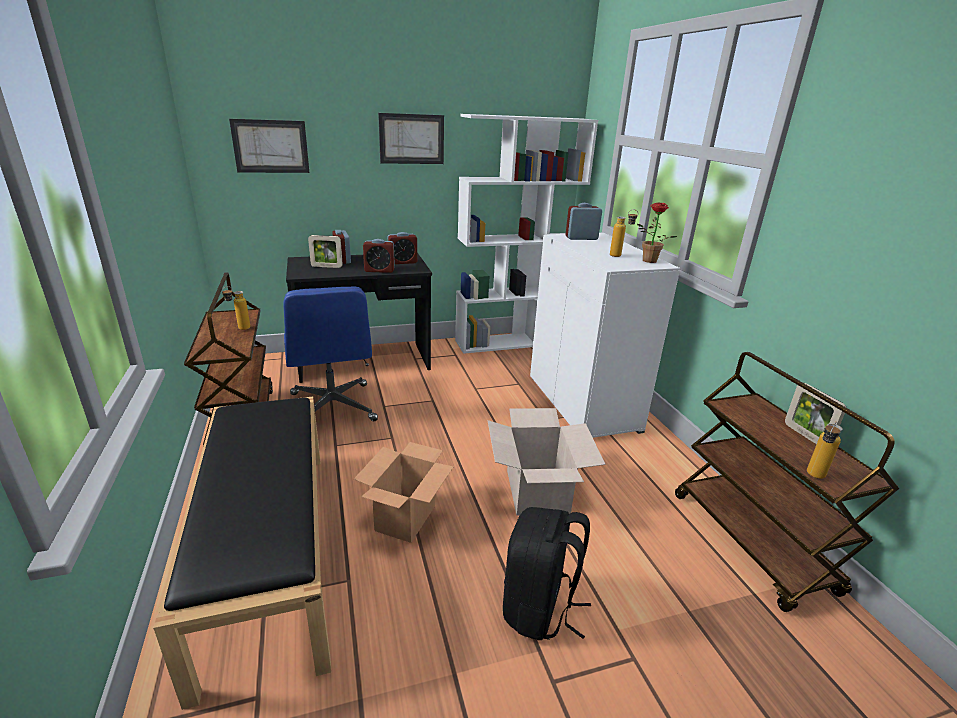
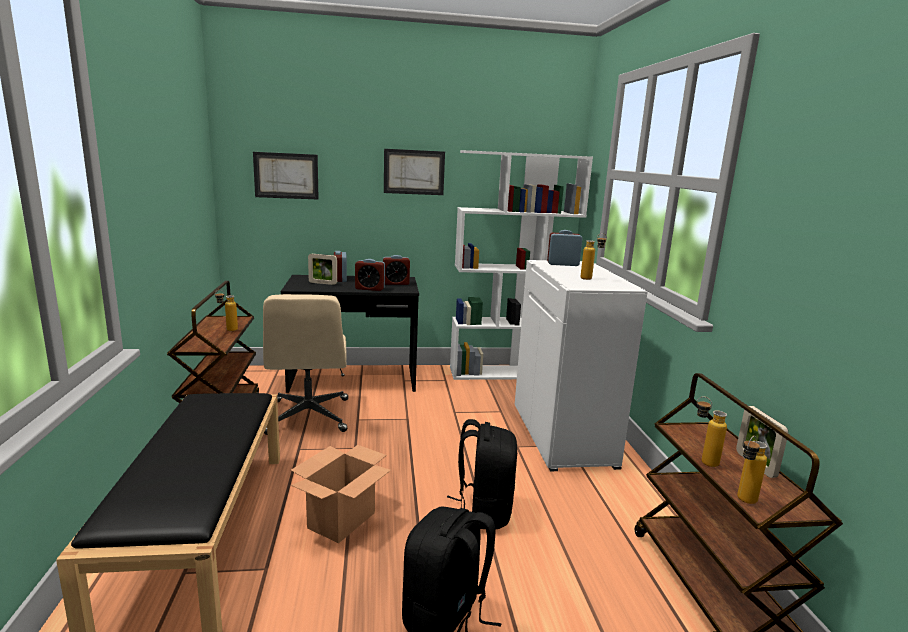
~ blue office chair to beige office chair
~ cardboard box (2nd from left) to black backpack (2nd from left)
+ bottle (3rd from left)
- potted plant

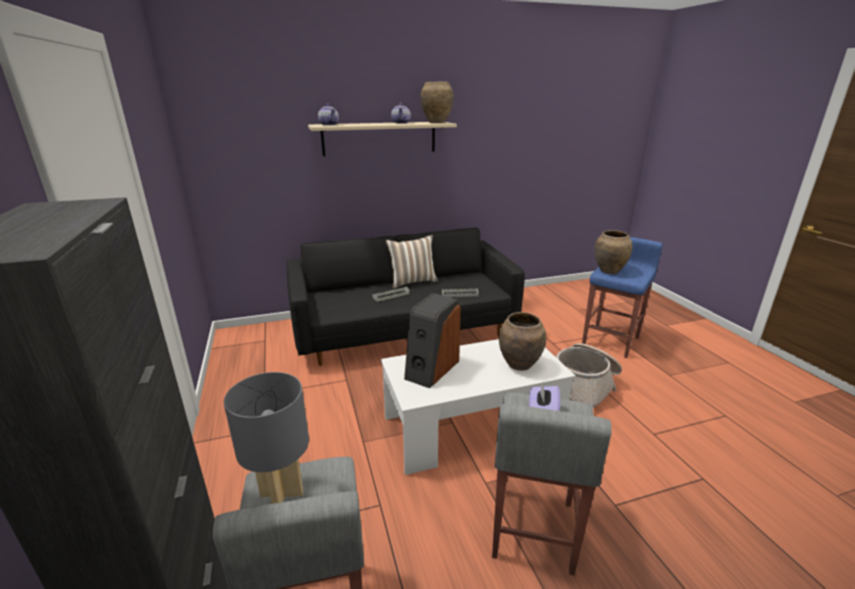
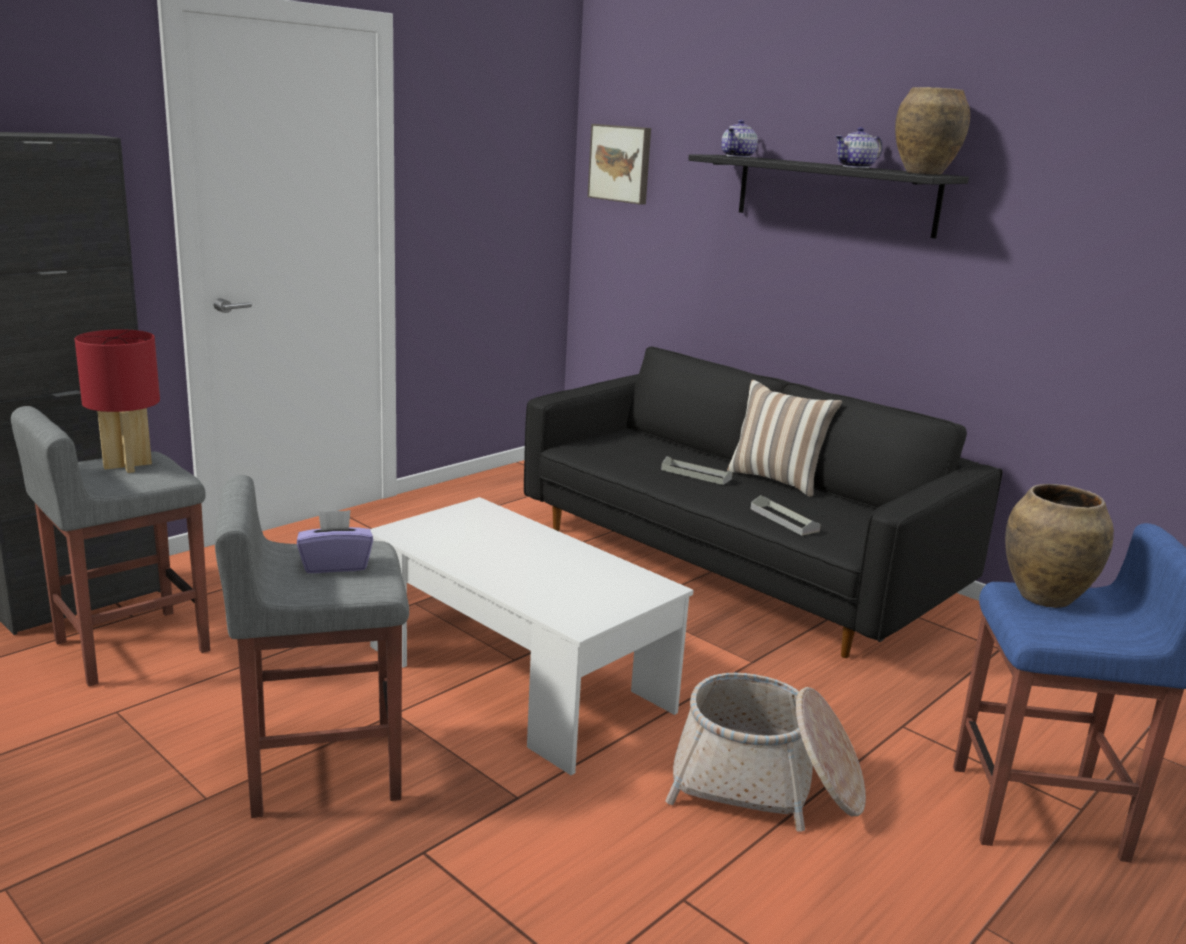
~ grey table lamp to red table lamp
+ picture
~ beige shelf to black shelf
- speaker
- brown vase (2nd from left)

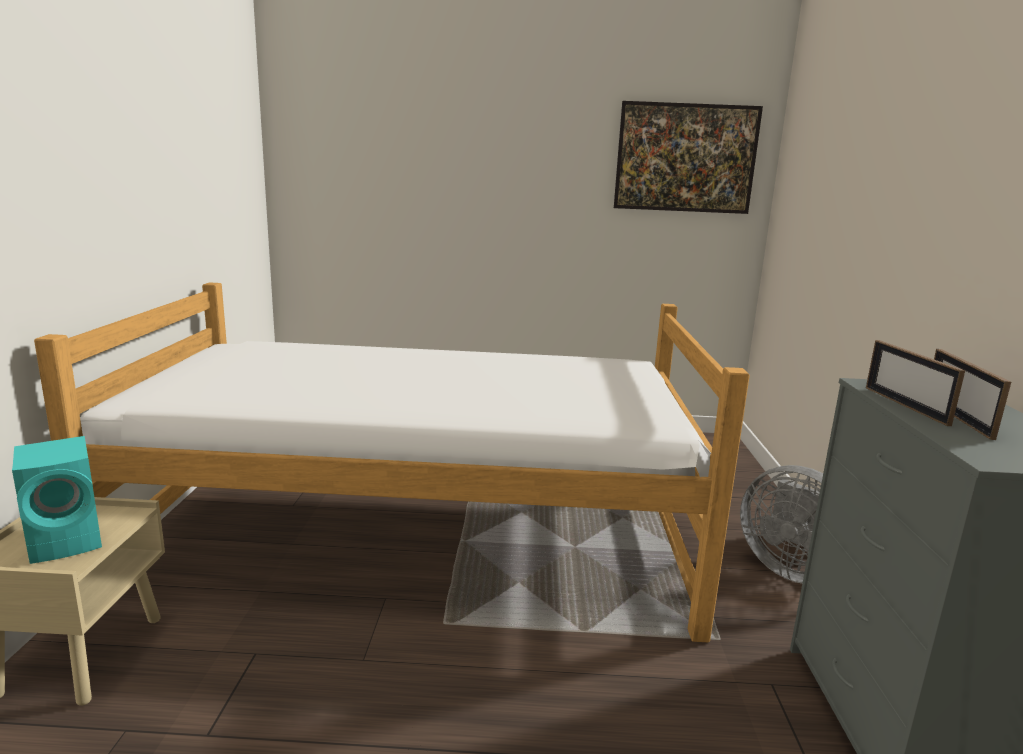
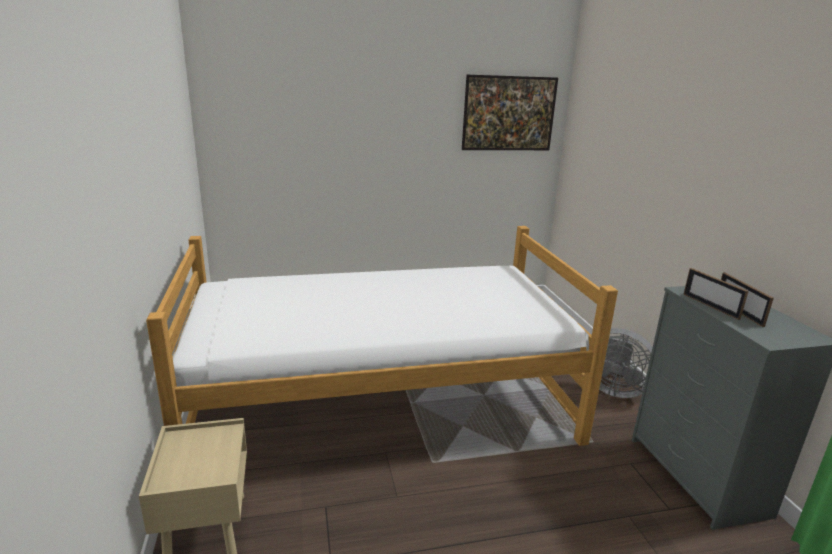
- turquoise speaker

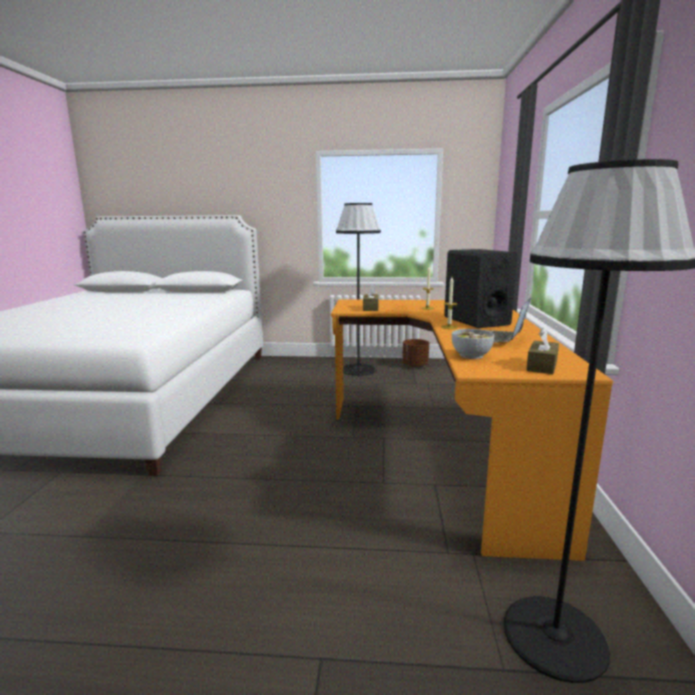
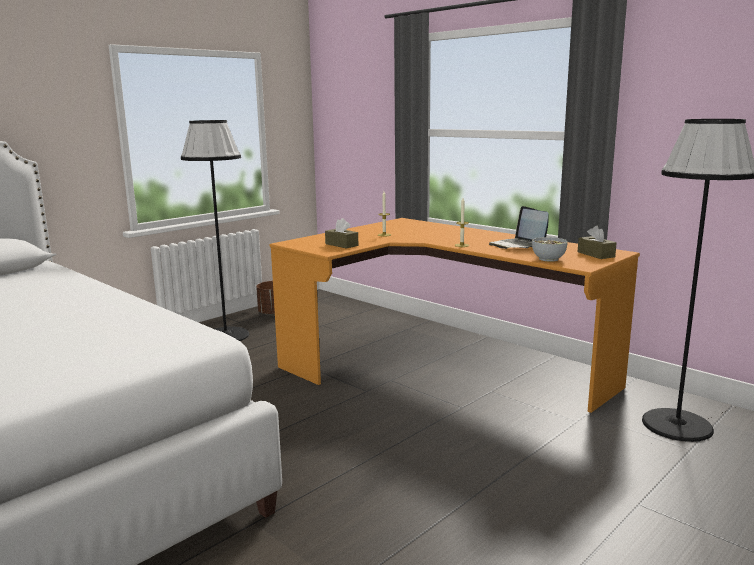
- black speaker

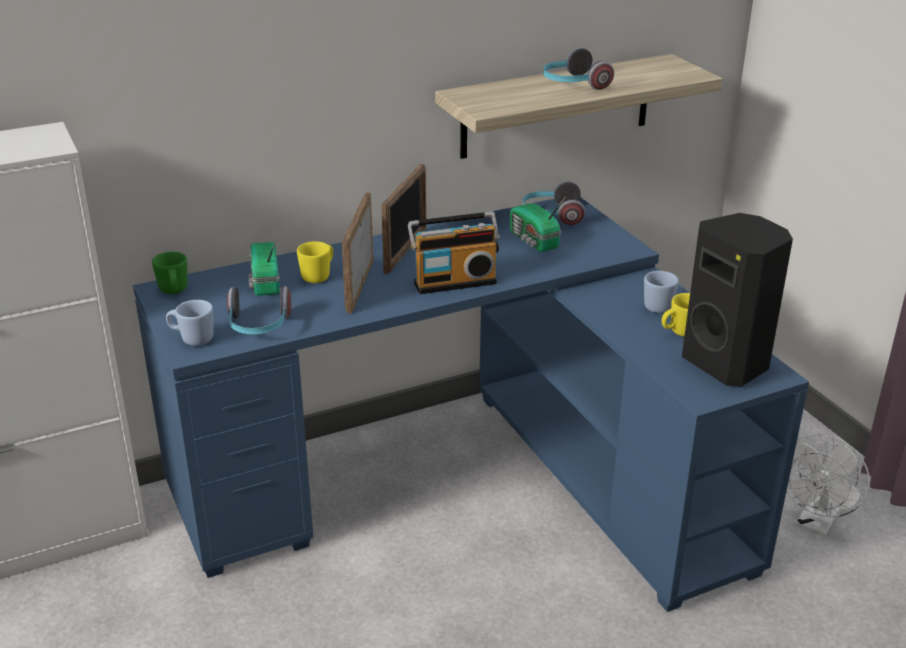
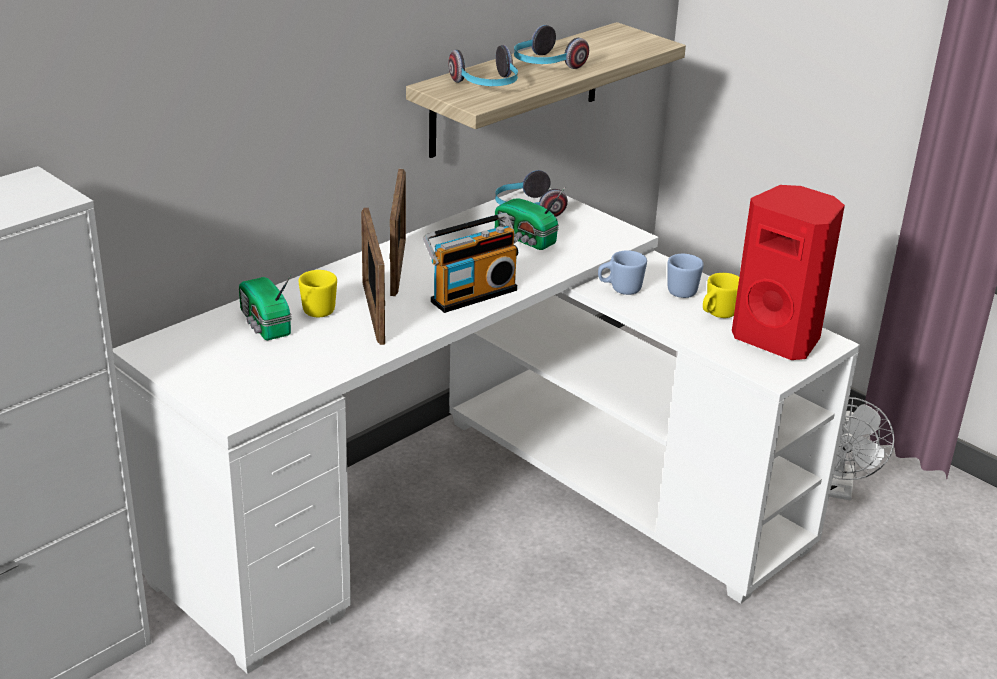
~ blue desk to white desk
~ headphones (1st from left)
~ blue mug (1st from left)
~ black speaker to red speaker
- green mug

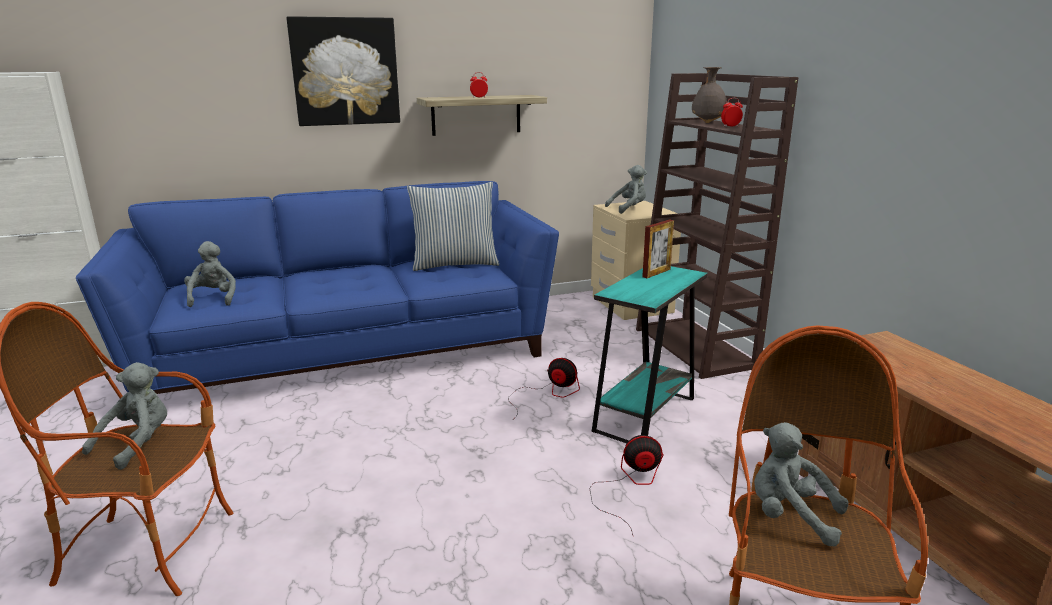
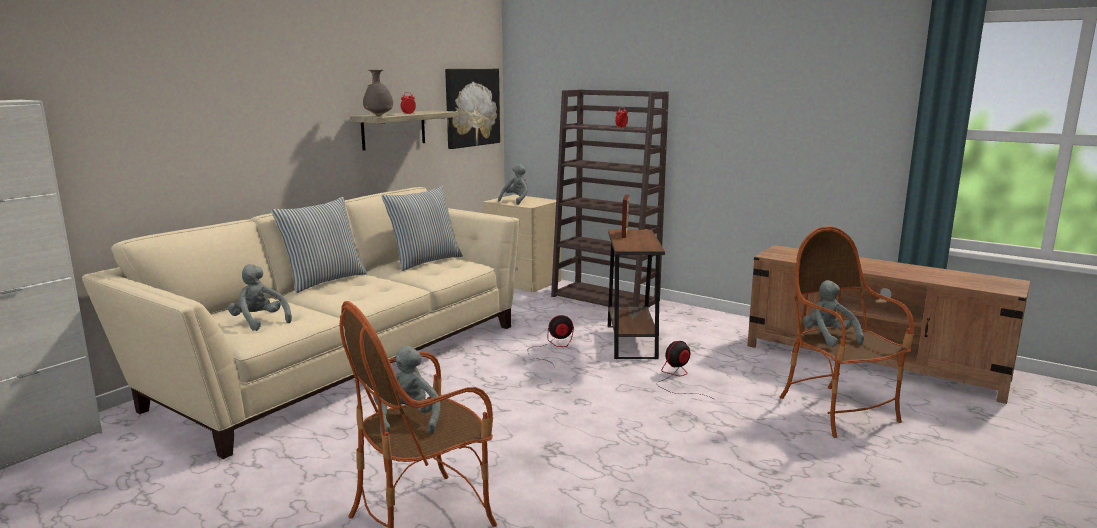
~ blue sofa to beige sofa
+ pillow (1st from left)
~ grey vase
~ picture
~ turquoise side table to brown side table
~ grey plush toy (4th from left) 75 degrees clockwise

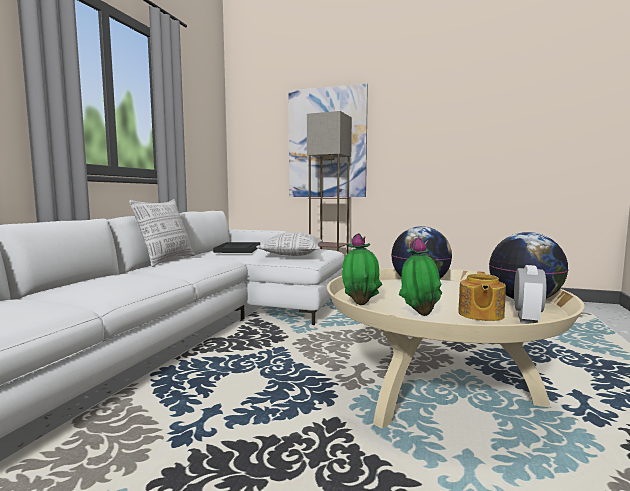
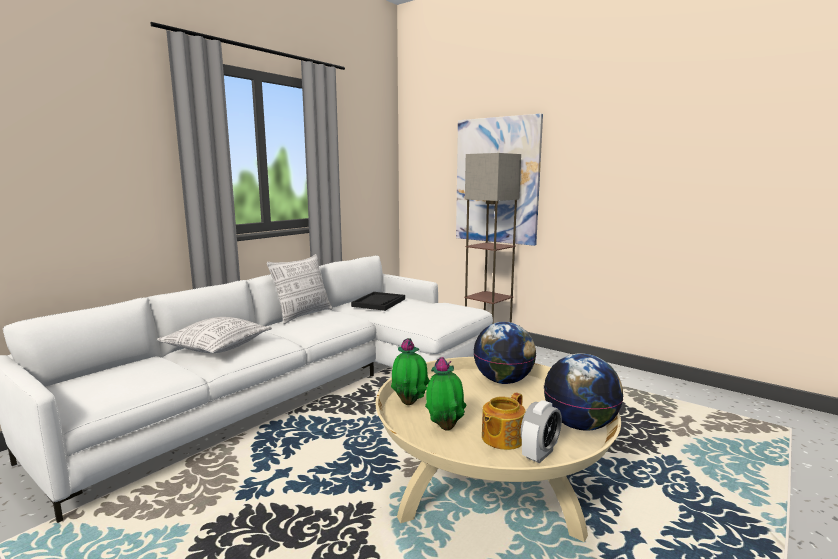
~ pillow (2nd from left in the first image) to pillow (1st from left)

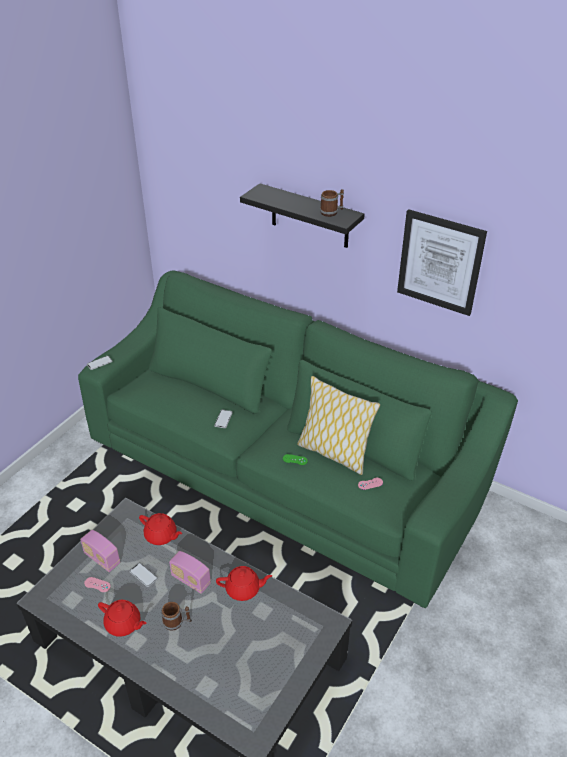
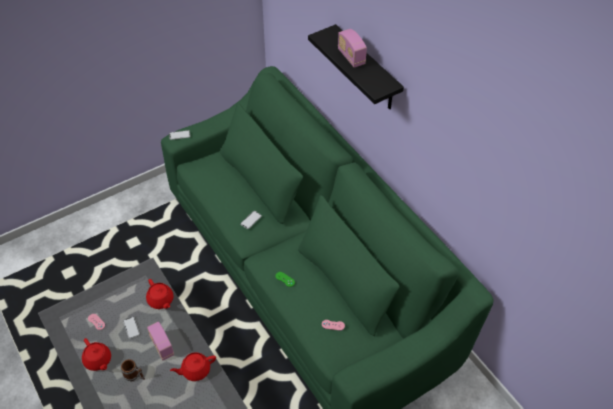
~ red teapot (3rd from left) 135 degrees clockwise
~ radio (1st from left in the first image) to radio (2nd from left)
- pillow
- mug (2nd from left)
- picture

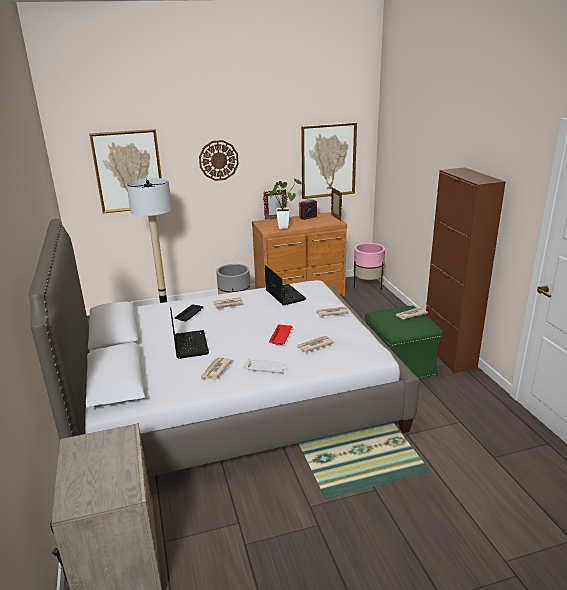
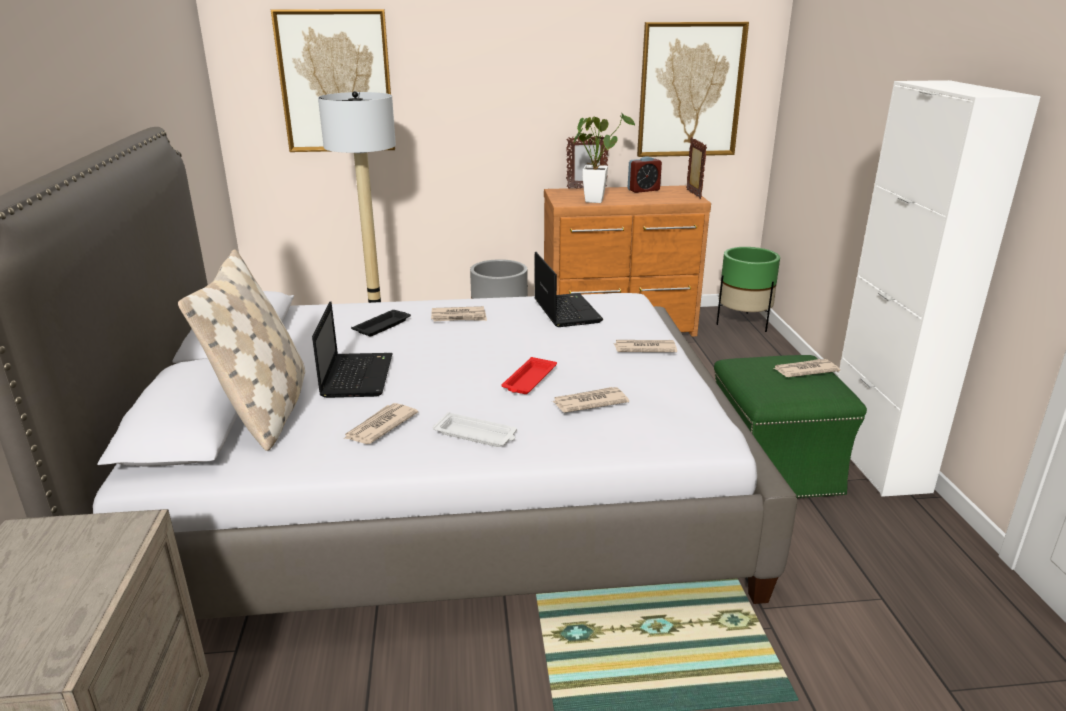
+ beige pillow
~ pink planter to green planter
~ brown cabinet to white cabinet
- wall clock

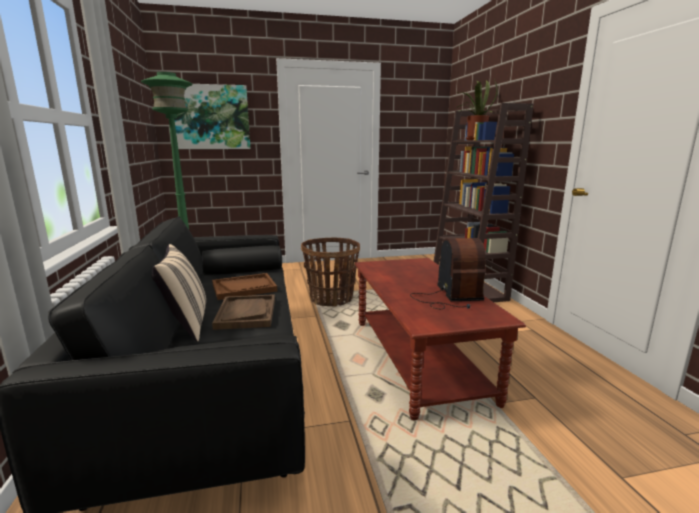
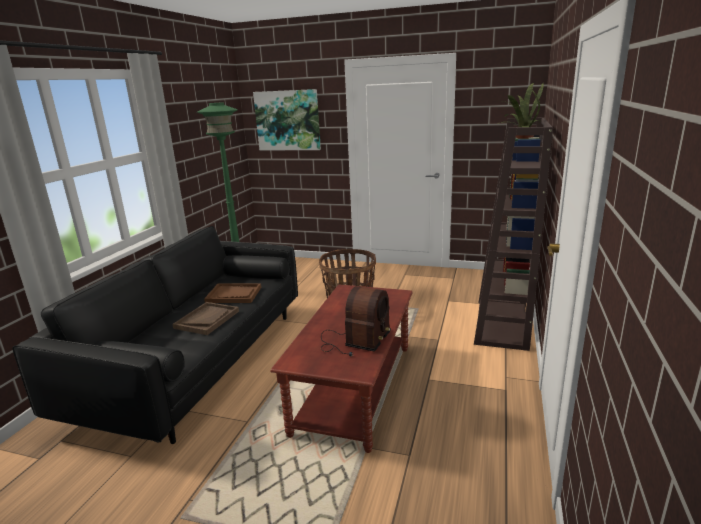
- beige pillow

